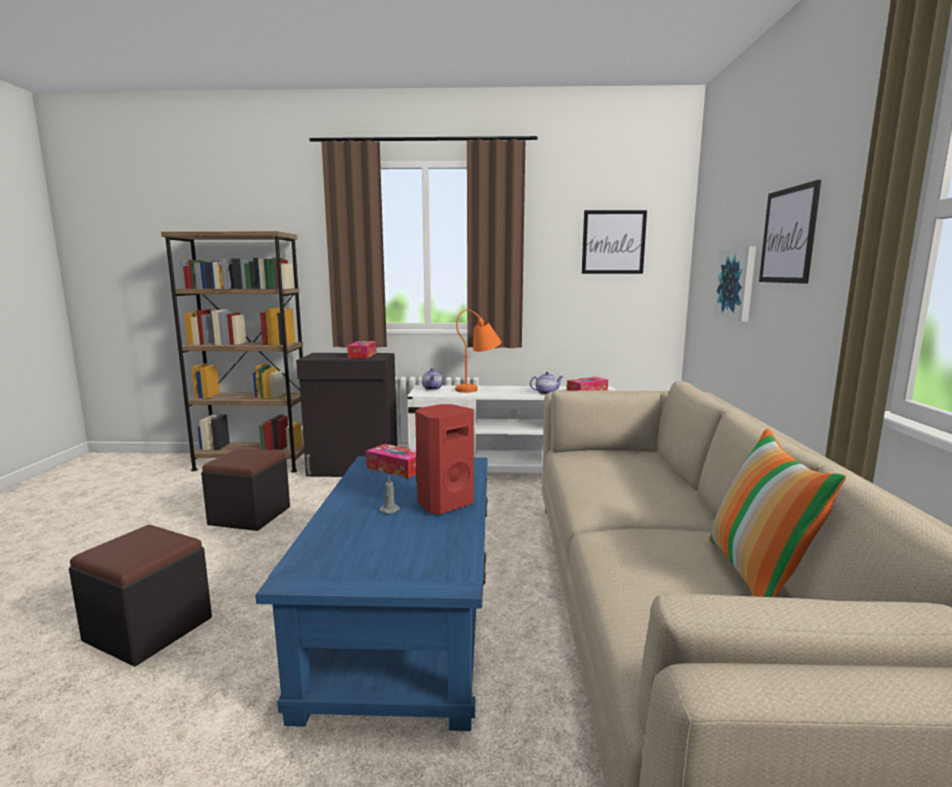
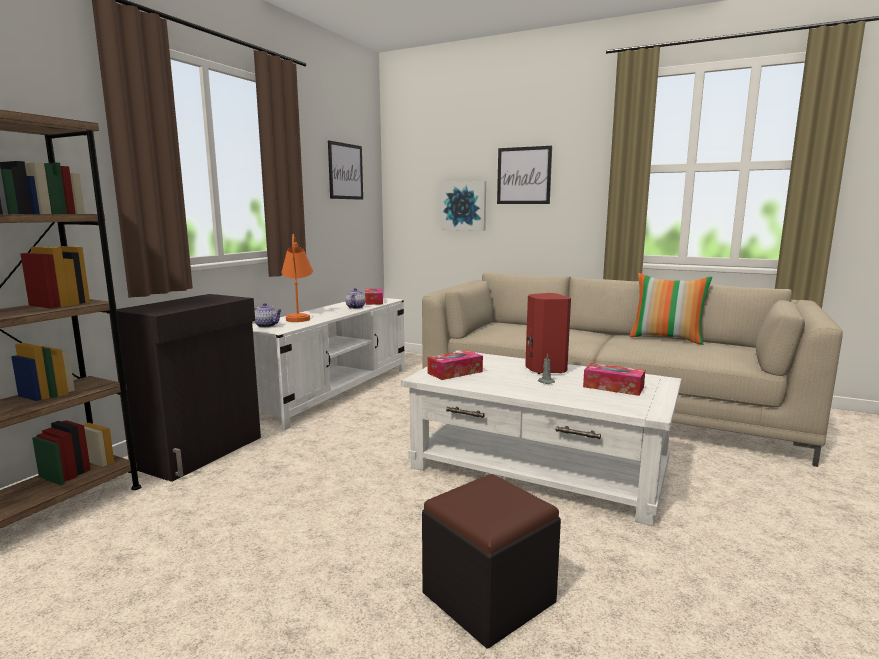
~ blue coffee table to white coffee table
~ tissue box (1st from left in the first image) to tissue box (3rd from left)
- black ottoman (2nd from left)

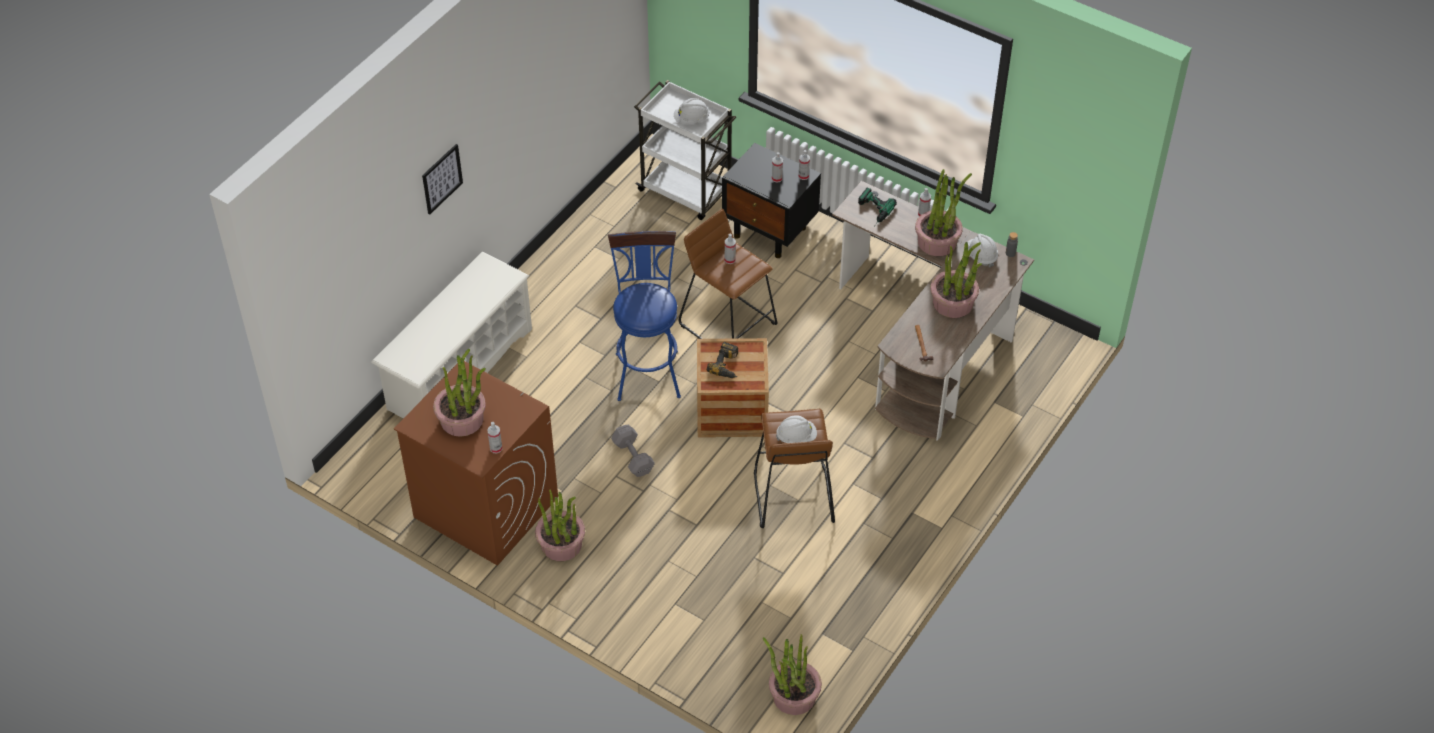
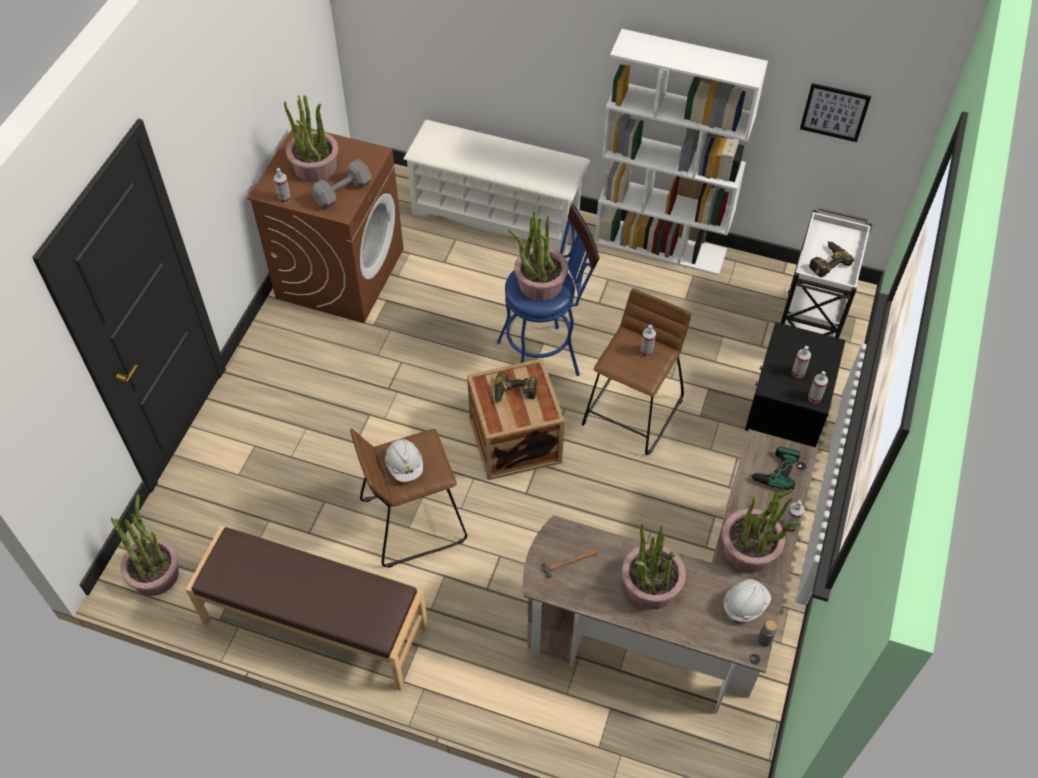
+ brown bench
~ grey dumbbell
~ potted plant (2nd from left in the first image) to potted plant (3rd from left)
+ white bookcase
~ picture
~ white hard hat (1st from left) to power drill (3rd from left)

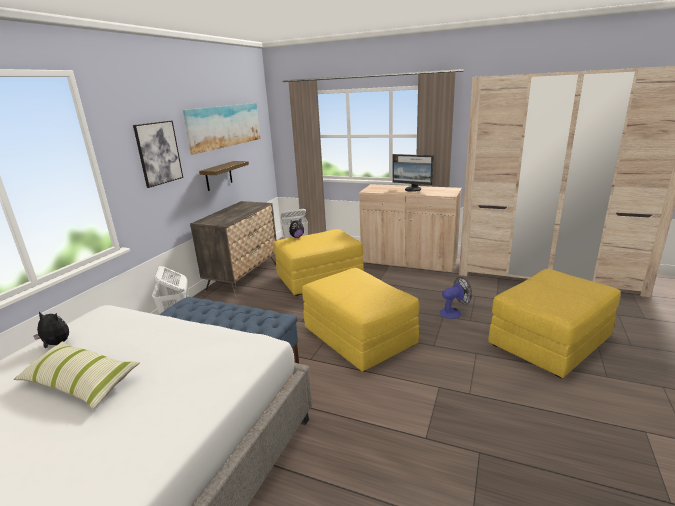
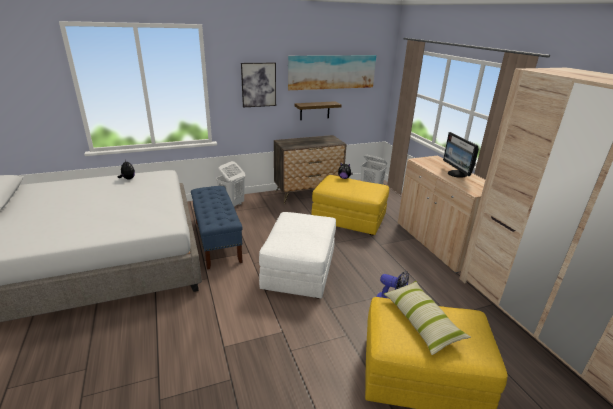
~ yellow ottoman (2nd from left) to white ottoman
~ pillow

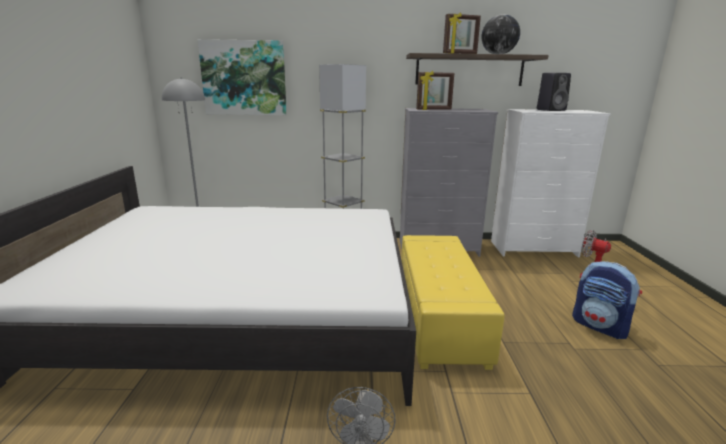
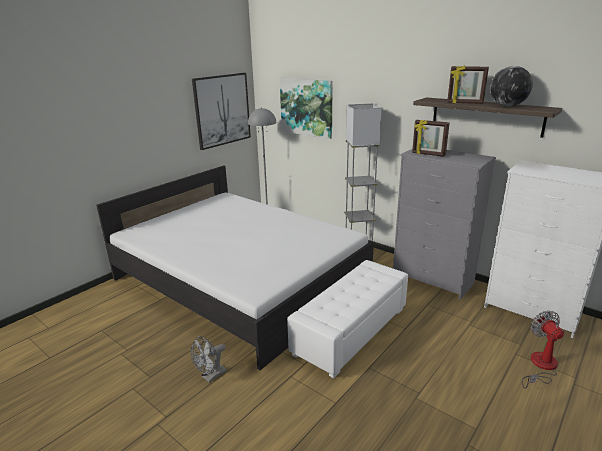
+ picture (1st from left)
~ yellow ottoman to white ottoman
- black speaker
- backpack

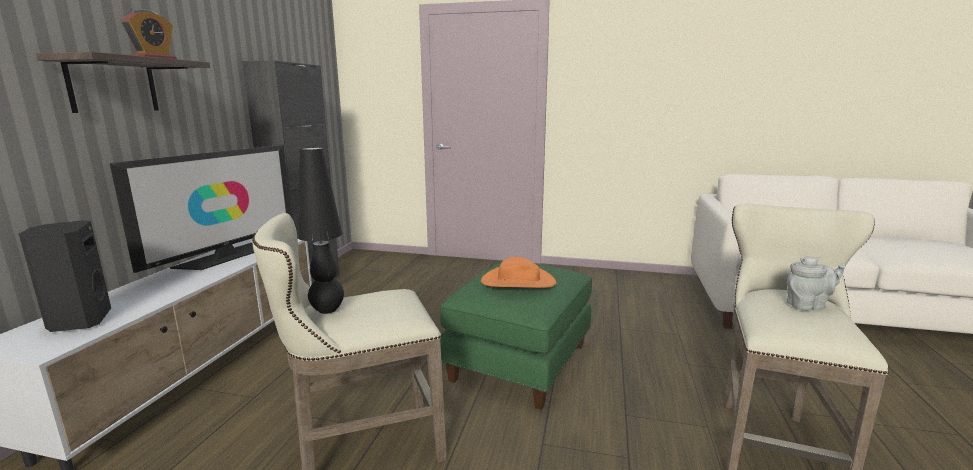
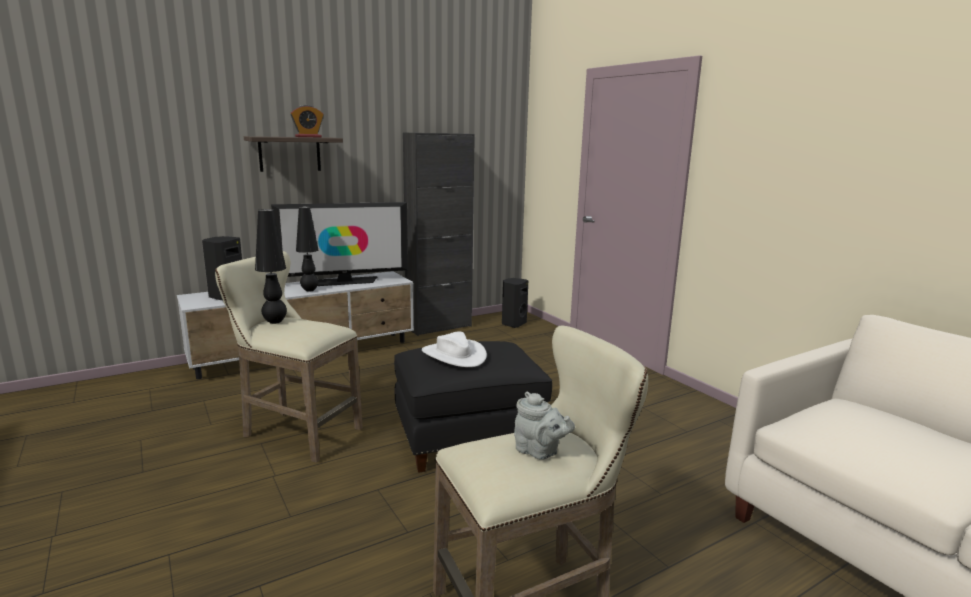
+ black table lamp (2nd from left)
~ green ottoman to black ottoman
~ orange hat to white hat
+ black speaker (2nd from left)

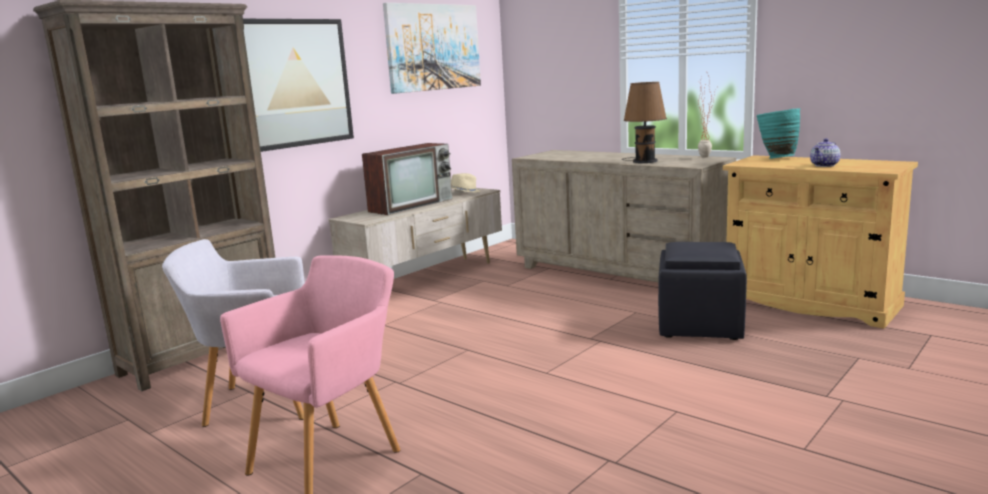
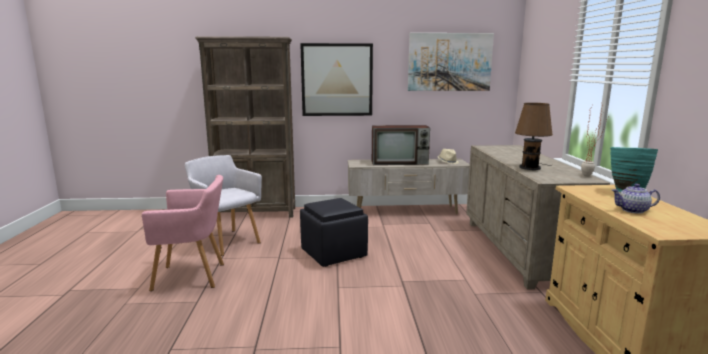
~ black ottoman

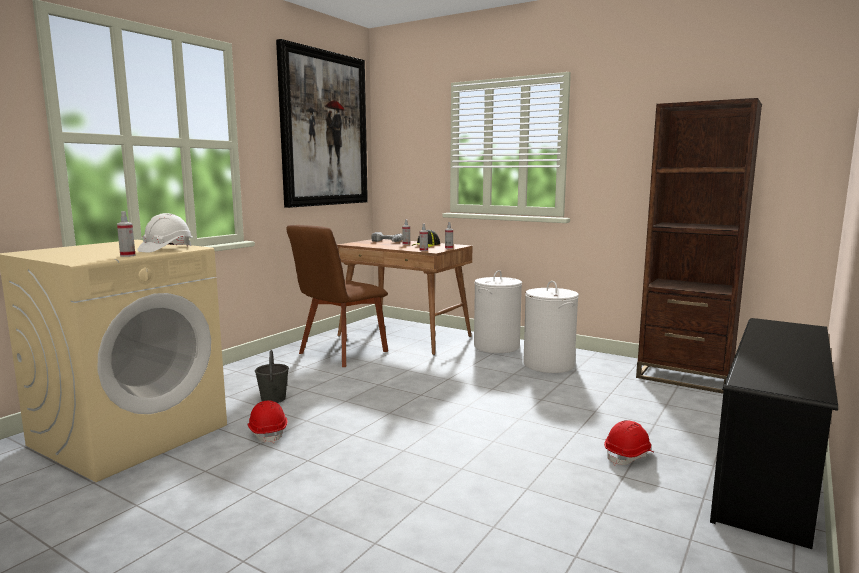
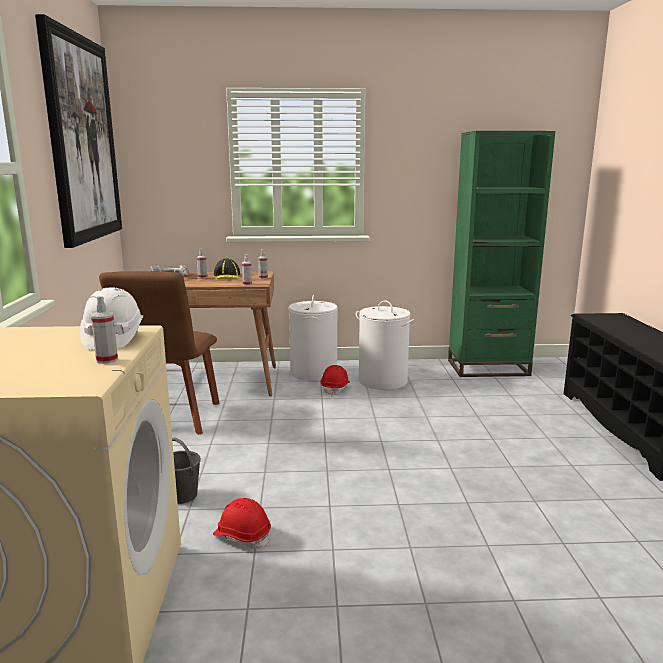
~ red hard hat (2nd from left)
~ brown bookcase to green bookcase

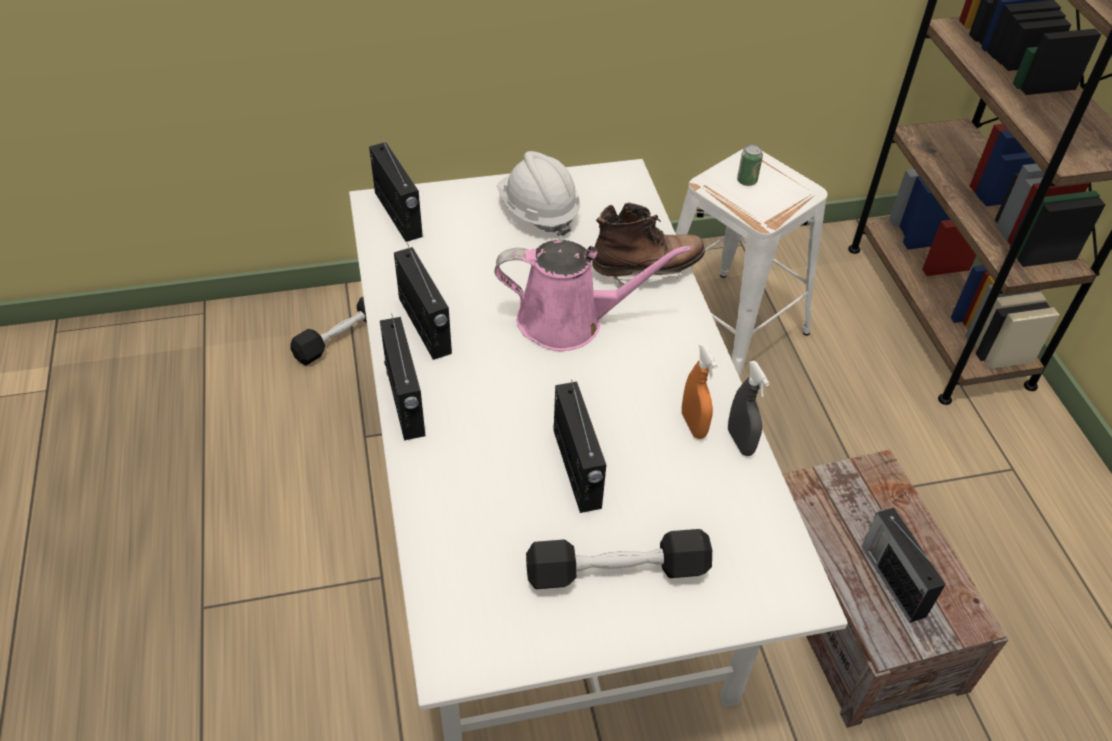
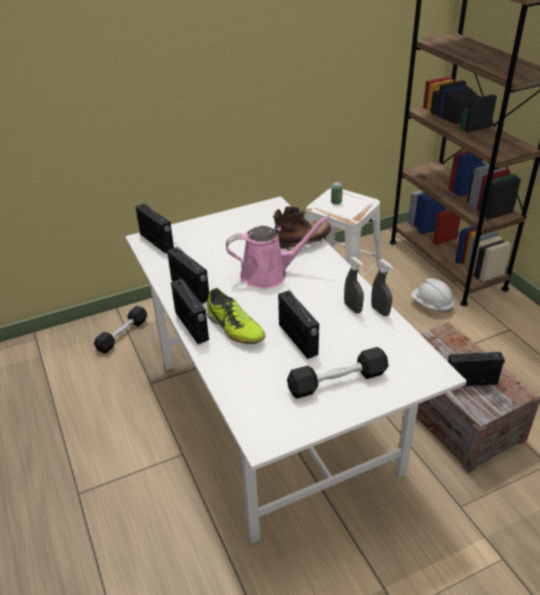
+ shoe
~ orange spray bottle to grey spray bottle (1st from left)
~ white hard hat
~ radio (5th from left) 120 degrees clockwise

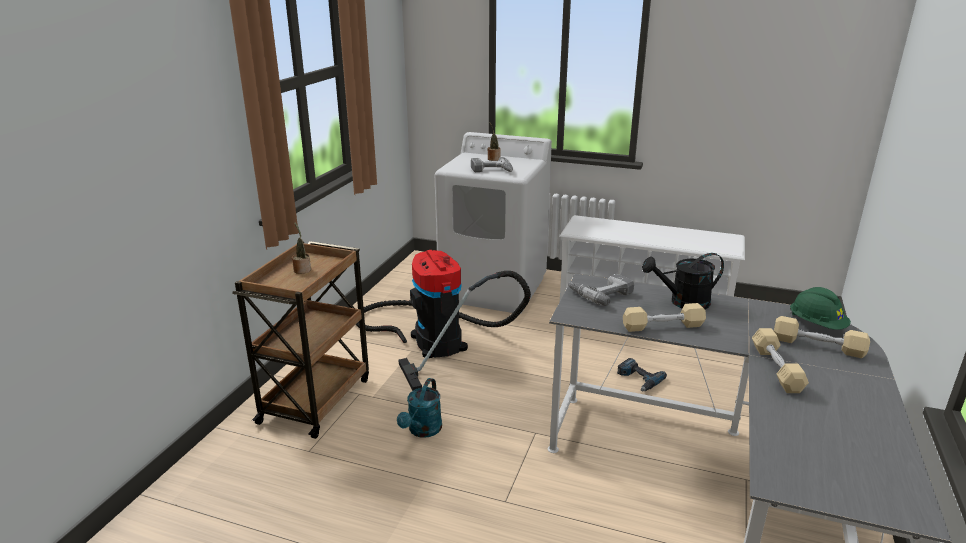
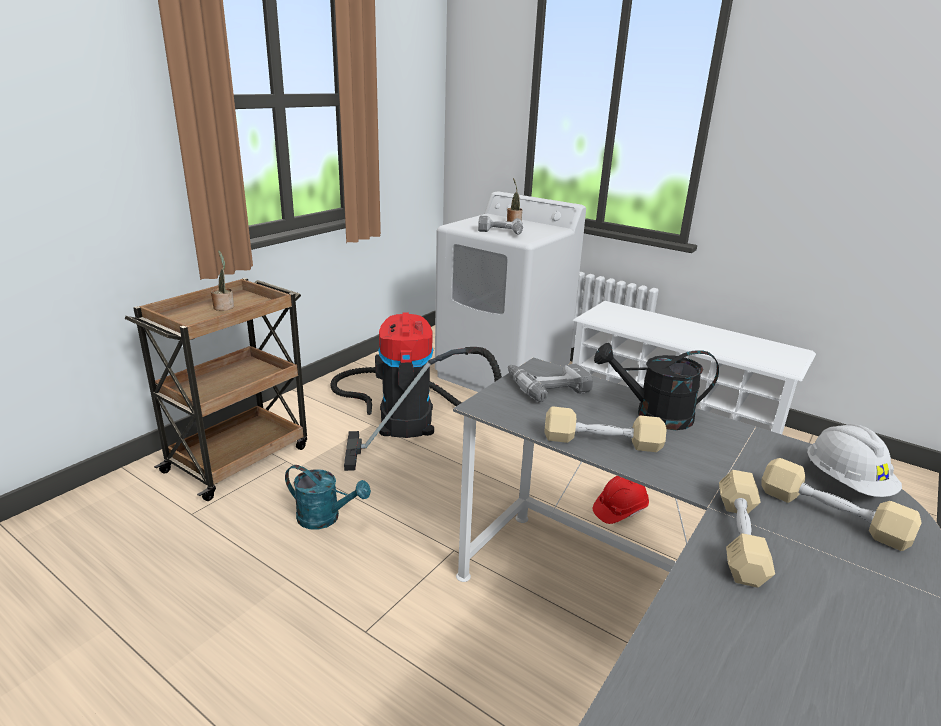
~ turquoise watering can 105 degrees counterclockwise
~ power drill (3rd from left) to red hard hat
~ green hard hat to white hard hat

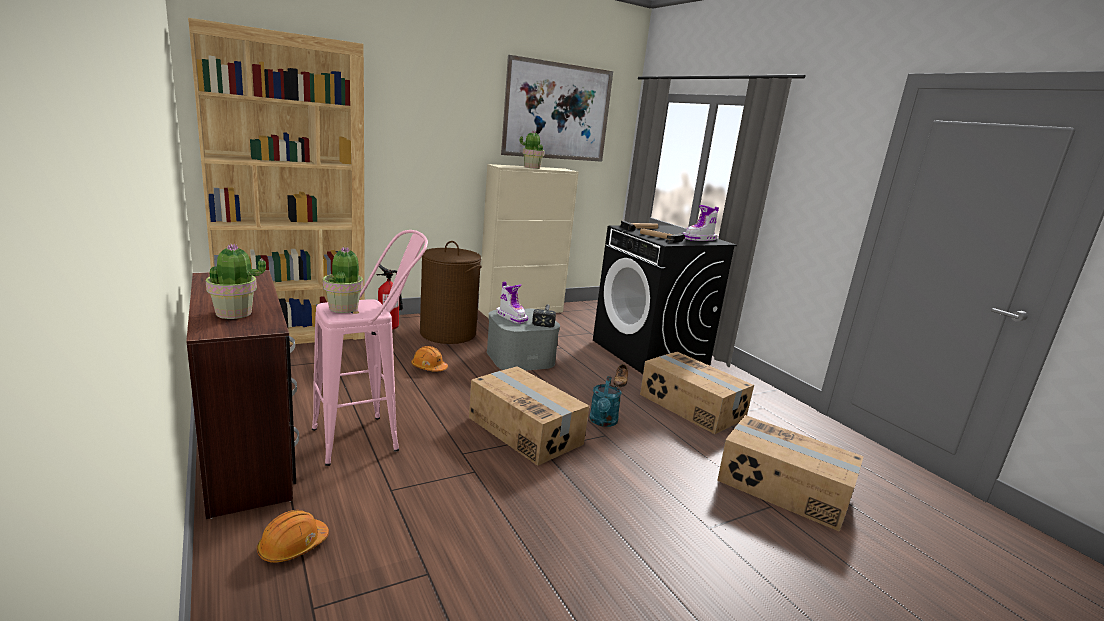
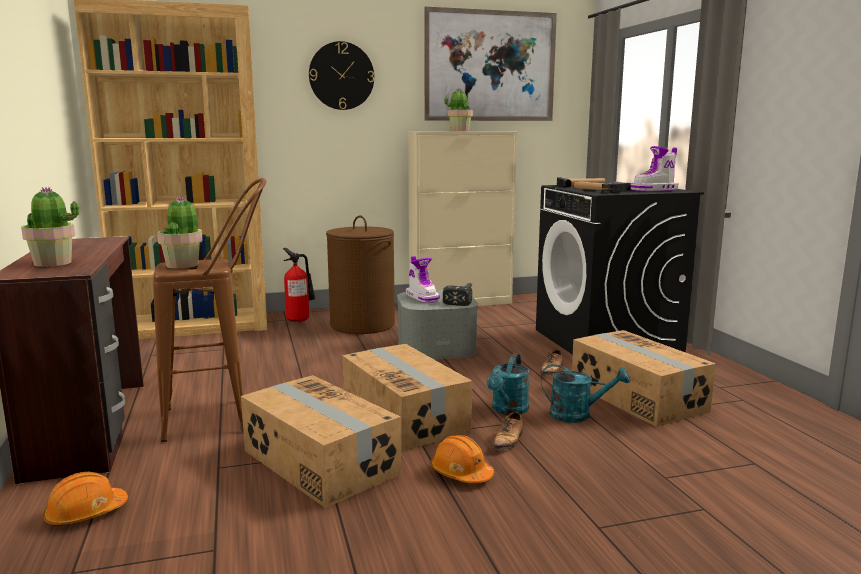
~ pink stool to brown stool
~ cardboard box (3rd from left in the first image) to cardboard box (1st from left)
+ wall clock
~ orange hard hat (2nd from left)
+ shoe (1st from left)
+ turquoise watering can (2nd from left)

